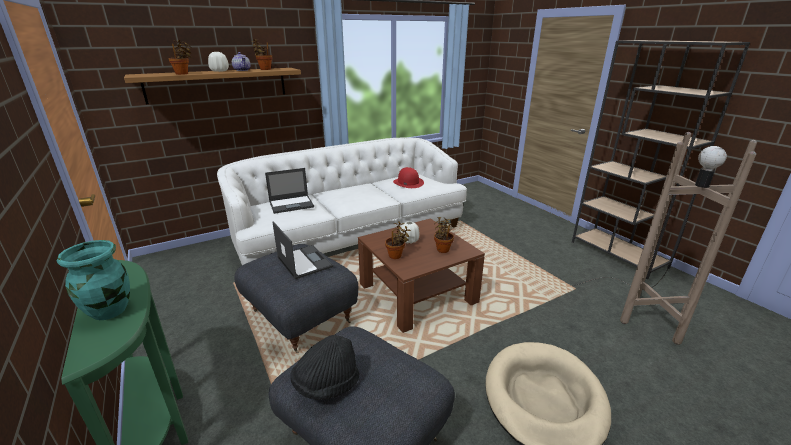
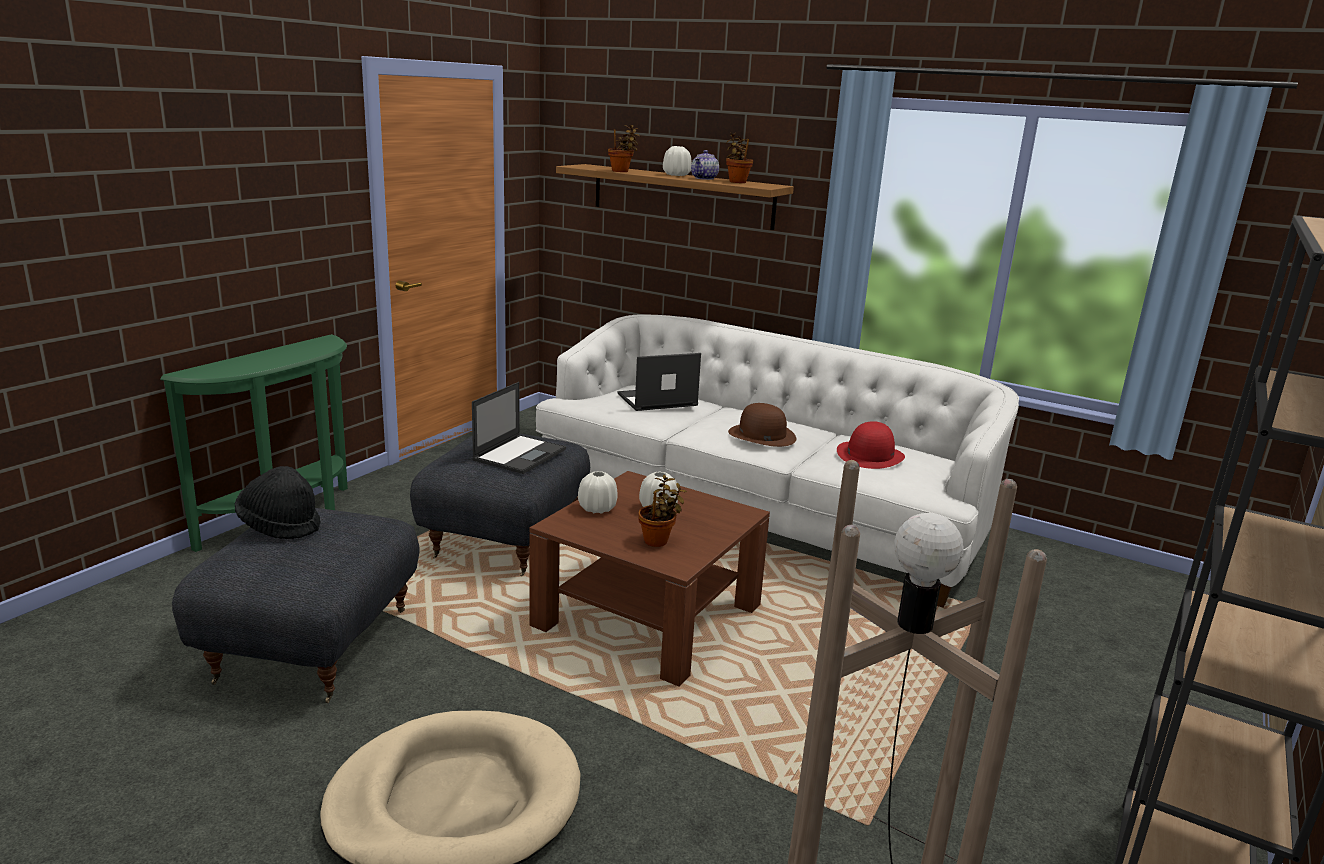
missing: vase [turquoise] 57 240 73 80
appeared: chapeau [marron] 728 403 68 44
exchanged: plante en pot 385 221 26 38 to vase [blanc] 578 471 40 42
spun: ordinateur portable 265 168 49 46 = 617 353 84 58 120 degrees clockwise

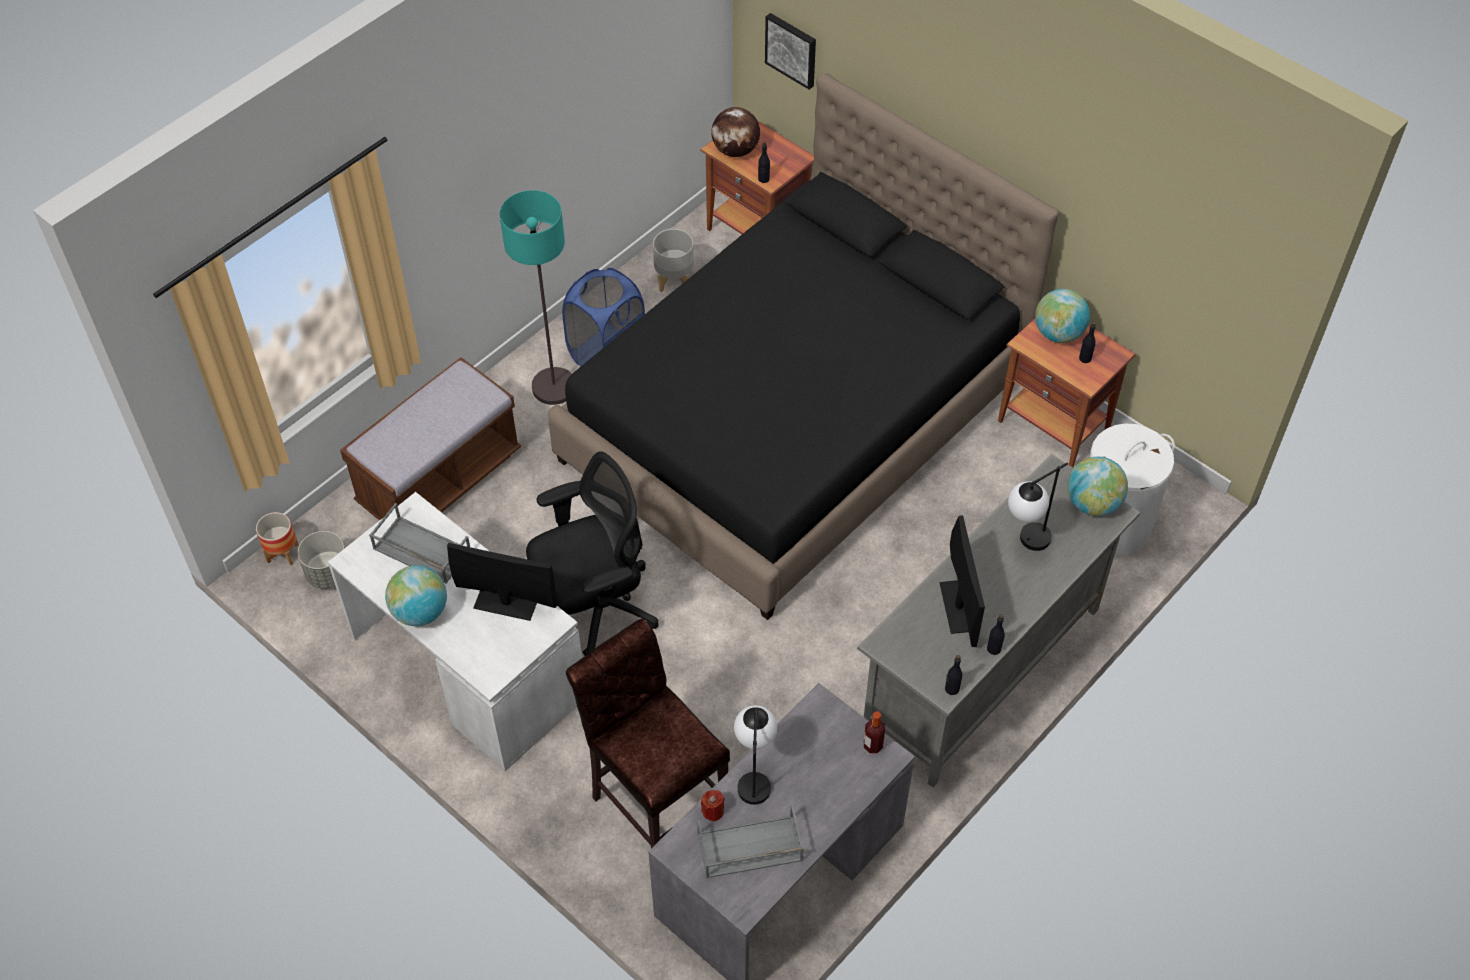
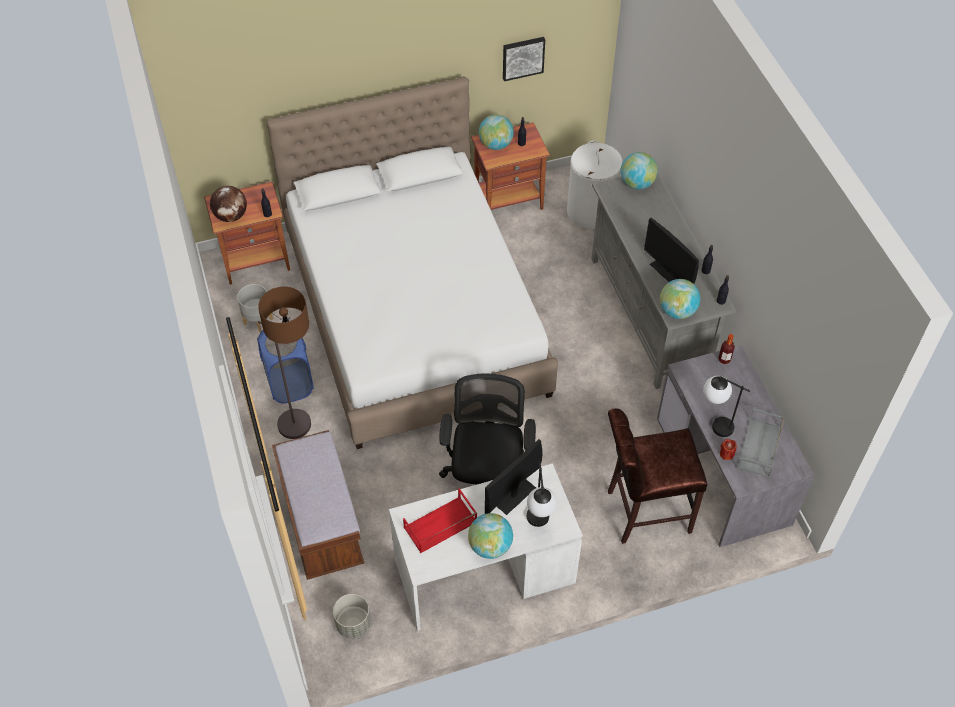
missing: cache-pot 256 512 43 53
appeared: globe 660 279 40 40
relocated: tableau 765 13 51 77 to 503 37 42 44; lampe de table 1008 462 60 89 to 527 462 30 65
colour: plateau [gris] 369 503 101 81 to plateau [rouge] 403 488 74 65; lampadaire [turquoise] 500 190 72 215 to lampadaire [marron] 258 287 53 152; lit [noir] 548 73 511 547 to lit [blanc] 267 76 291 373
spun: écran d'ordinateur 940 515 45 132 = 644 218 55 66 150 degrees counterclockwise

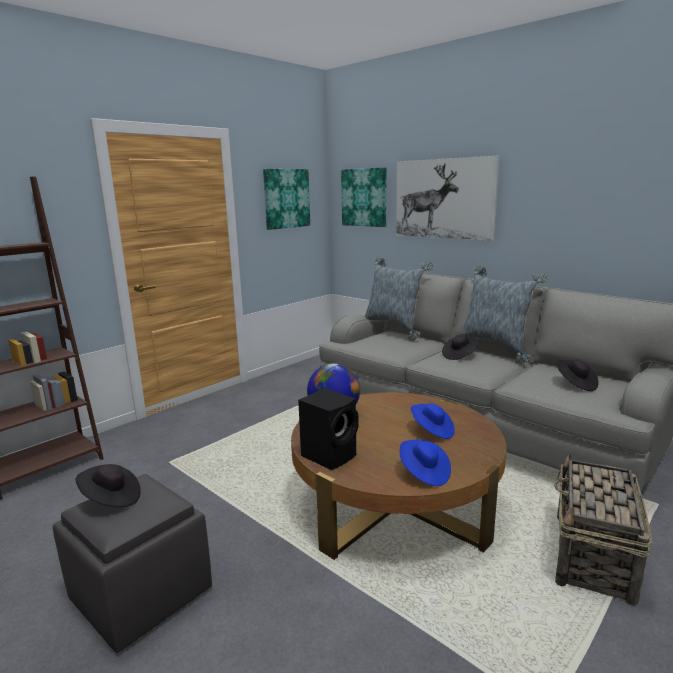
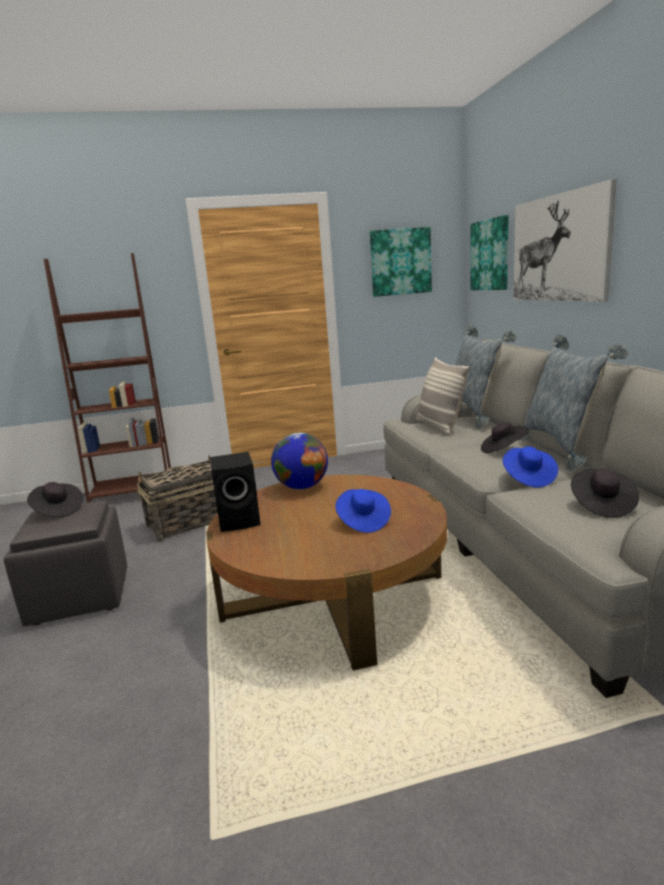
appeared: coussin 416 357 53 78
relocated: chapeau [bleu] 400 440 51 46 to 502 446 56 42; panier 554 453 98 153 to 137 455 81 86

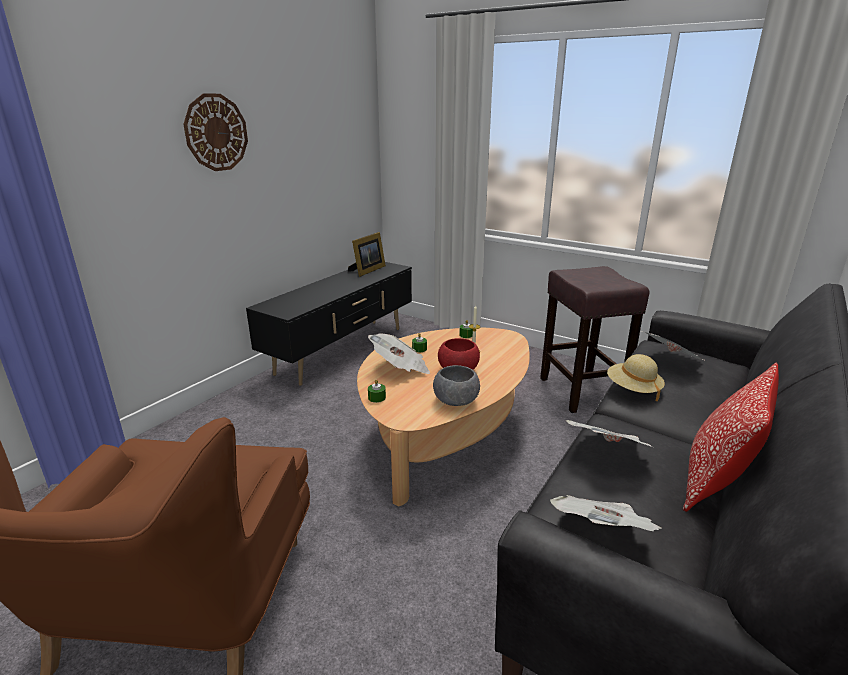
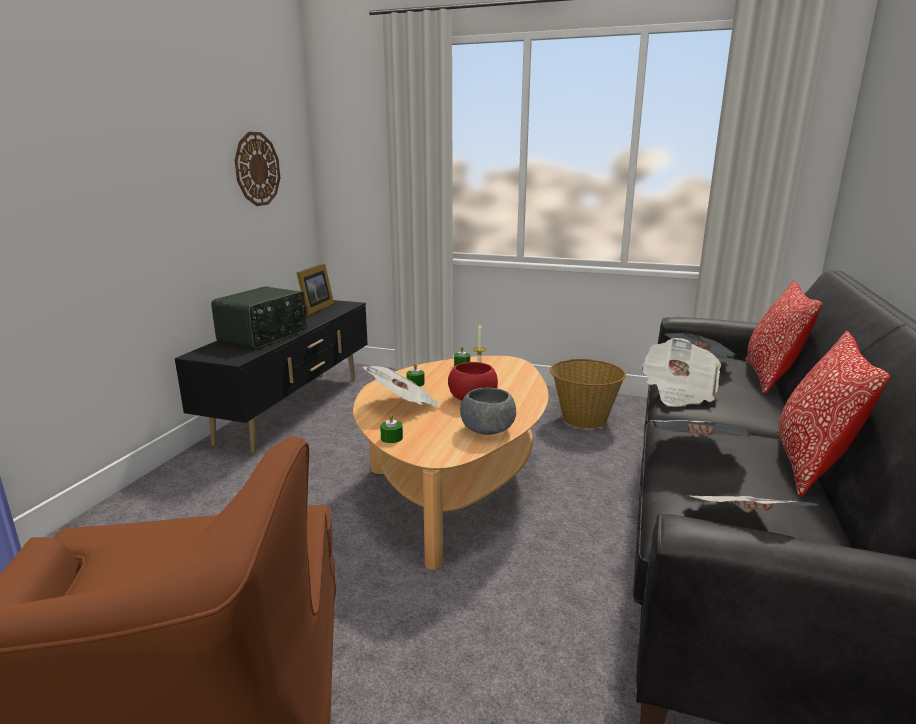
appeared: radio 211 286 96 63; coussin 745 281 78 113
relocated: horloge murale 183 94 65 77 to 235 132 45 74
exchanged: tabouret [marron] 540 266 109 147 to panier 550 359 76 70; chapeau [beige] 607 354 58 47 to journal 641 338 80 69

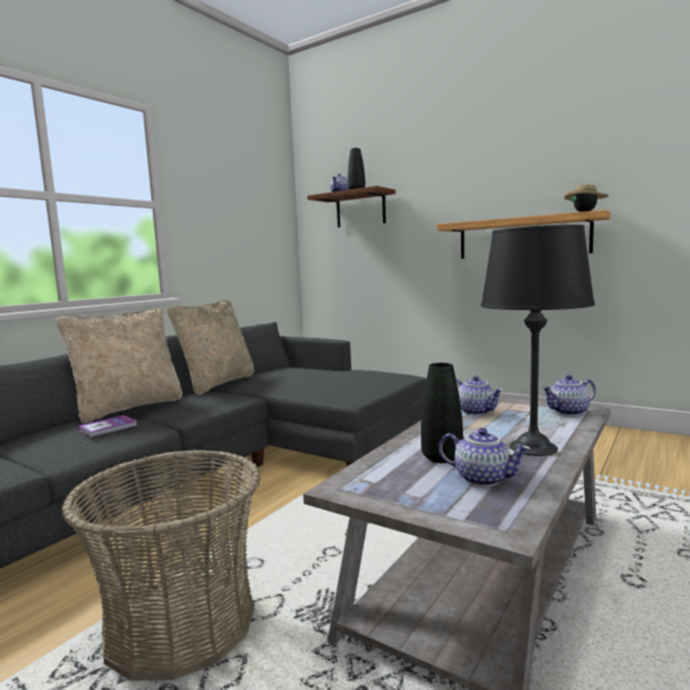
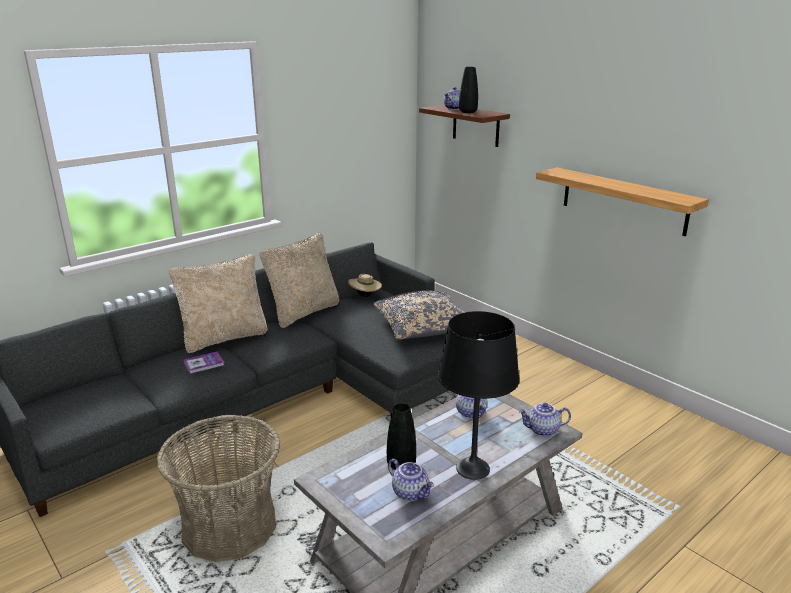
appeared: coussin [gris] 374 290 90 50
relocated: chapeau [beige] 564 183 44 29 to 348 274 34 23

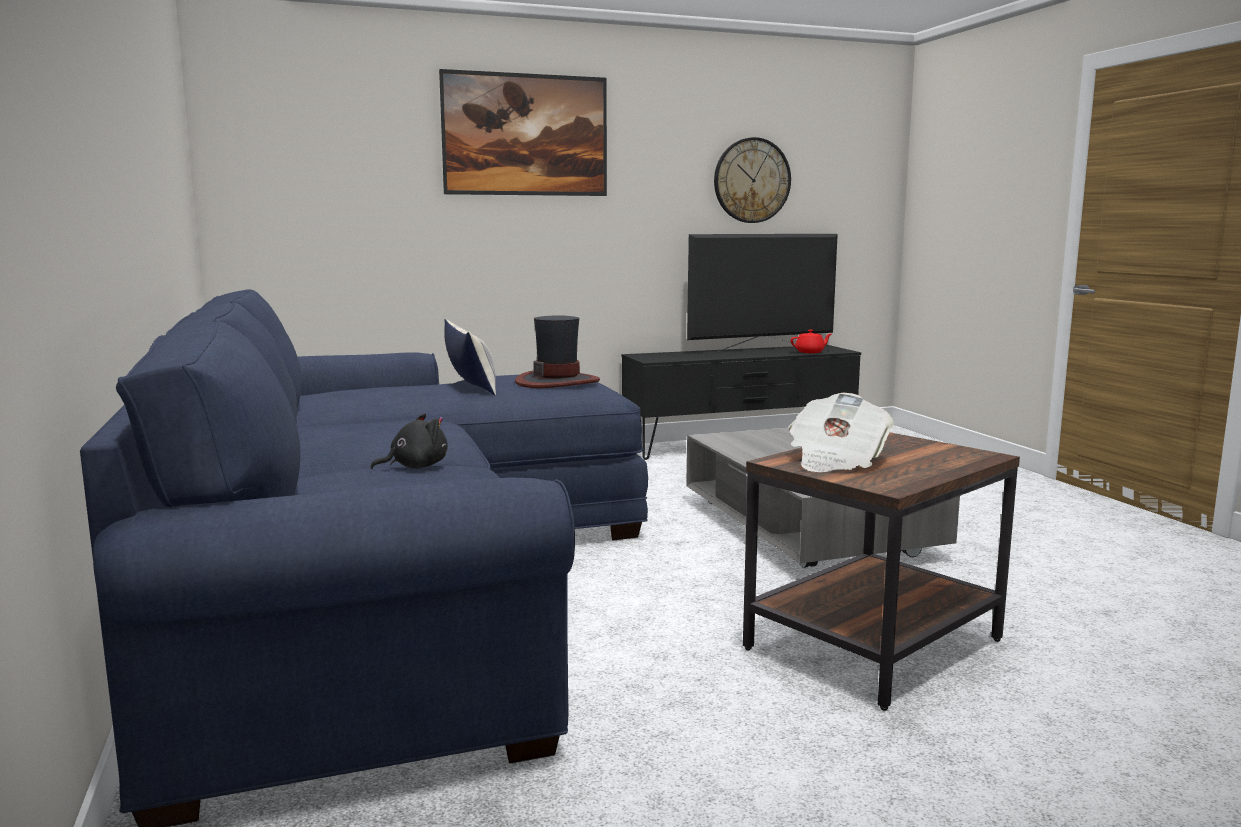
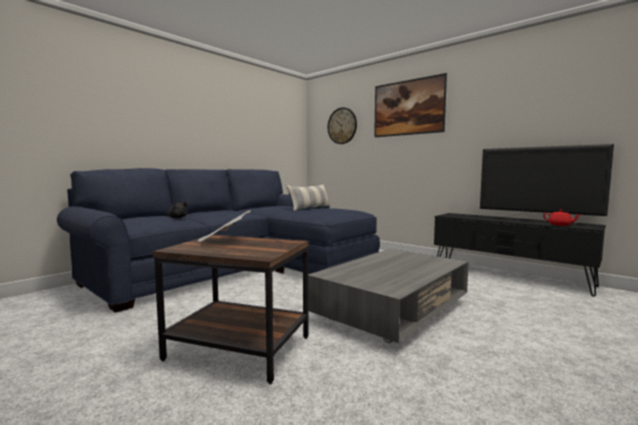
missing: chapeau 515 315 85 73
relocated: horloge murale 714 137 77 86 to 328 107 29 37

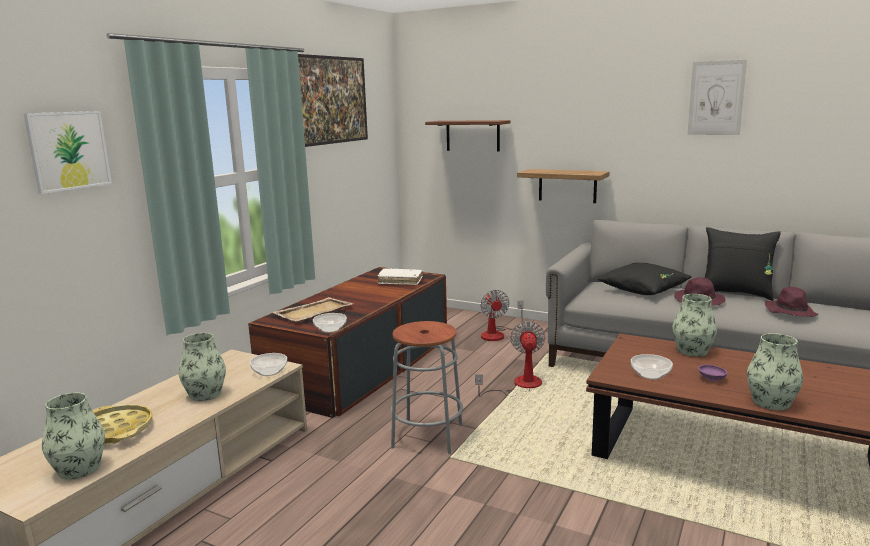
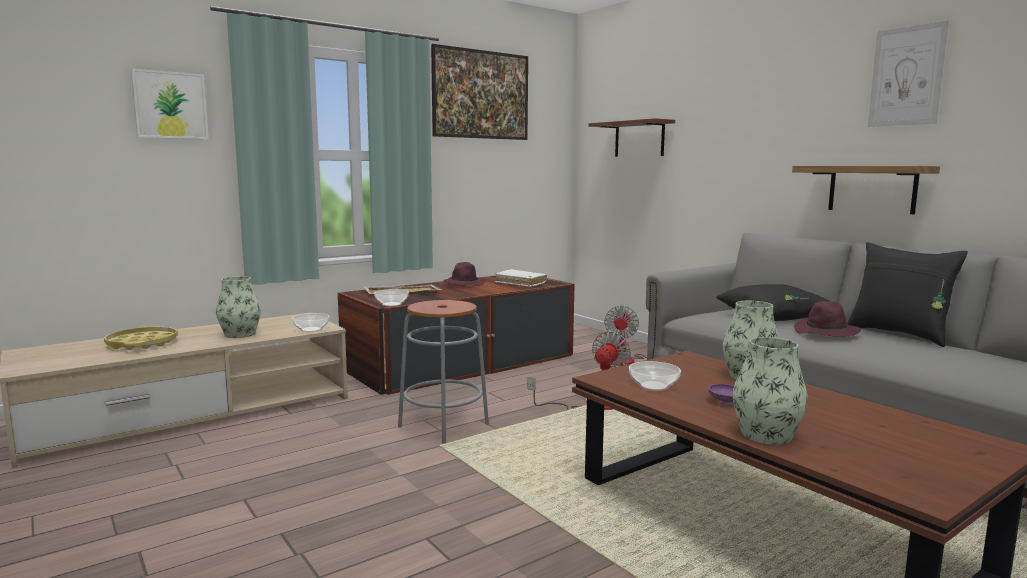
missing: vase 42 392 63 88
relocated: étagère 517 169 93 34 to 792 166 148 48; chapeau [violet] 765 287 53 30 to 443 262 43 24

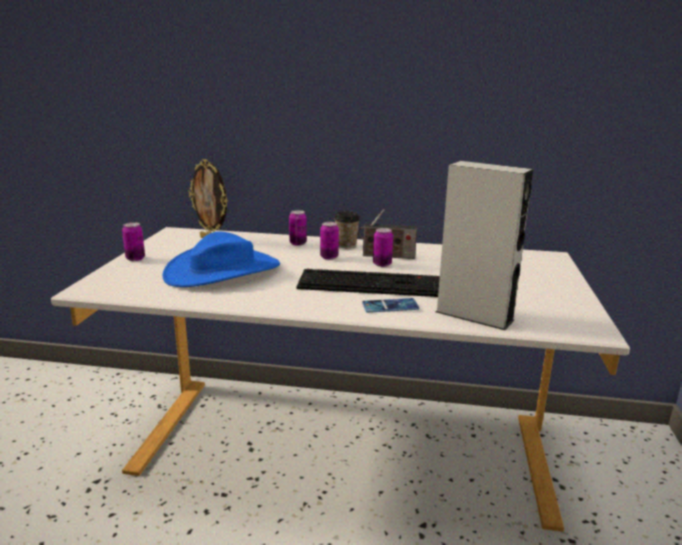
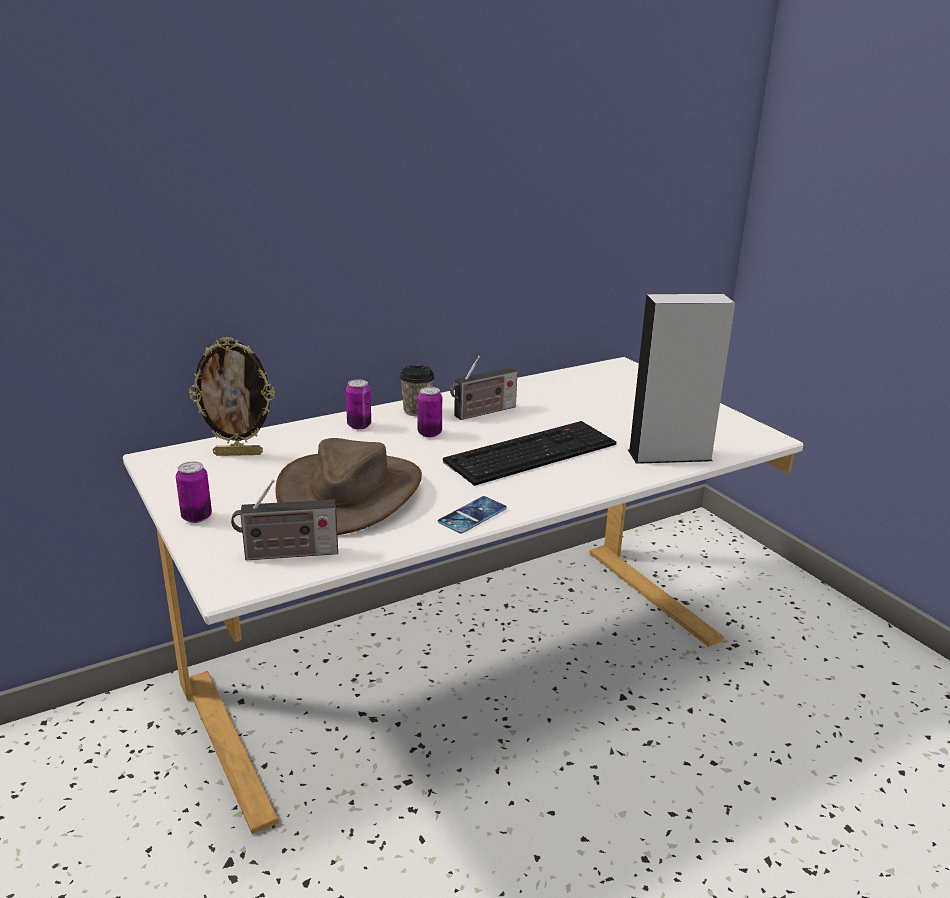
missing: boîte métallique 373 228 20 39
appeared: radio 231 479 107 81
relocated: téléphone 362 298 58 15 to 438 496 69 38
colour: chapeau [bleu] 162 232 118 55 to chapeau [marron] 275 438 147 97

